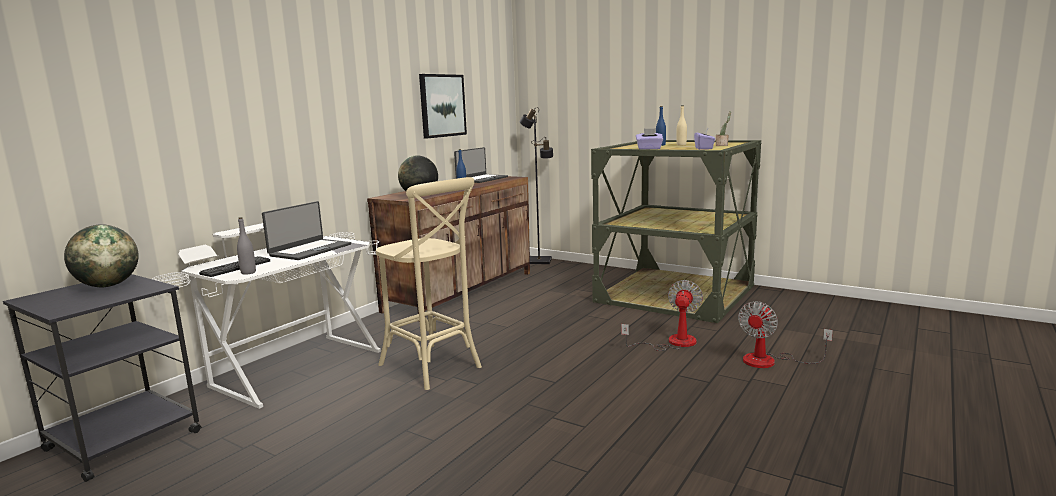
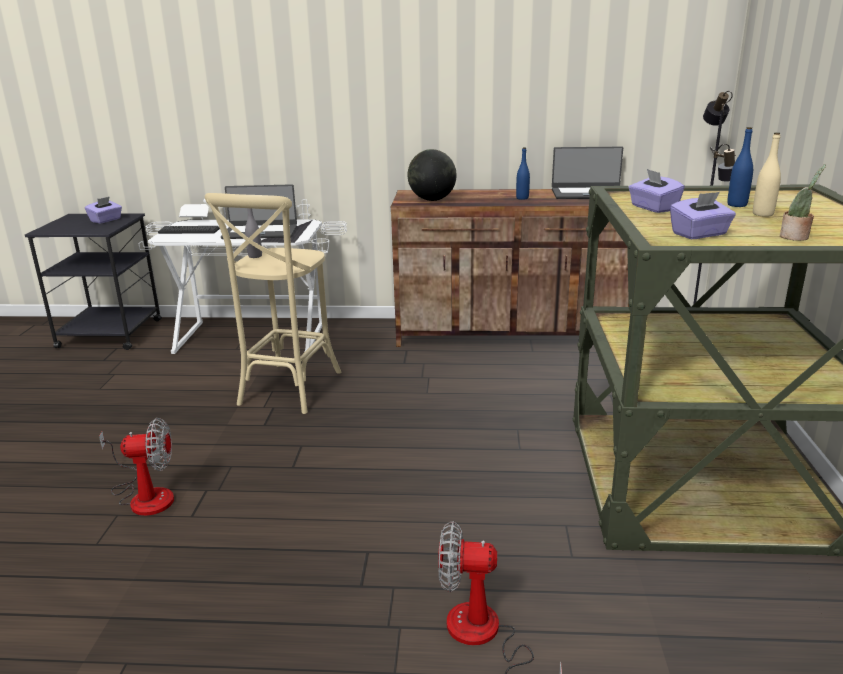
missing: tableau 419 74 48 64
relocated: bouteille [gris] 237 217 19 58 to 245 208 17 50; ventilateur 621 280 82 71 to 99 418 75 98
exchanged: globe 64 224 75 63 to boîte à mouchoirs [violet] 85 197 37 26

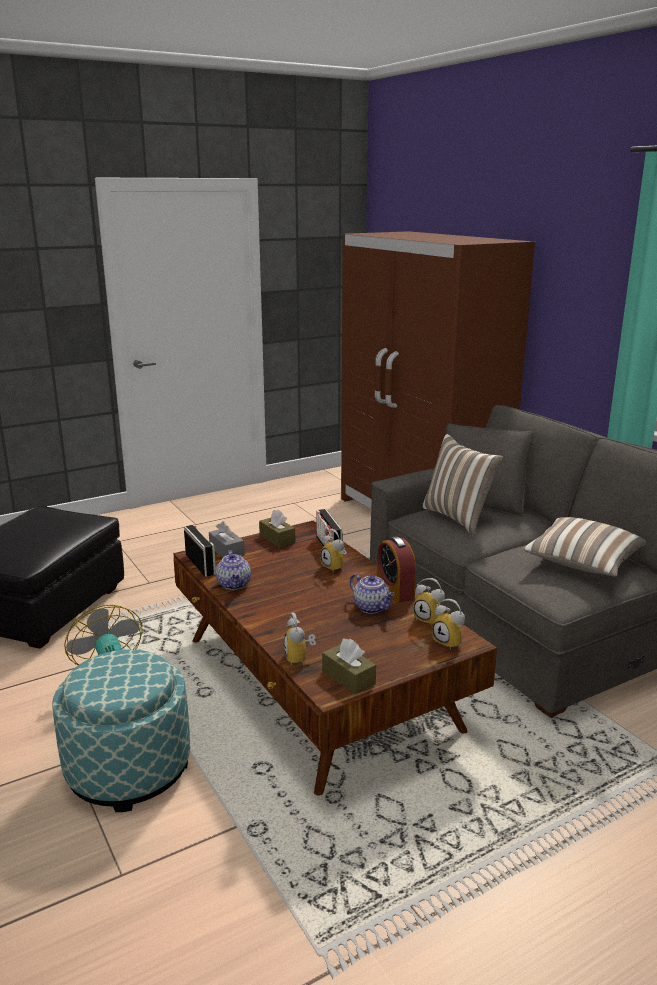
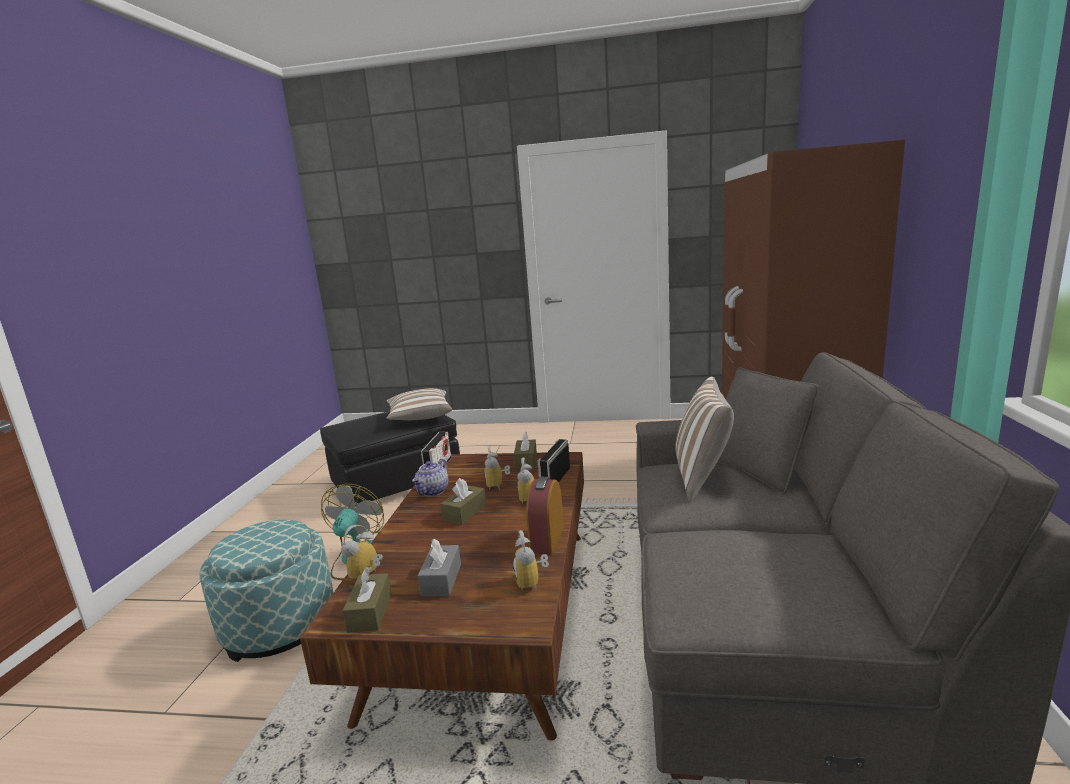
missing: théière 350 574 45 40
appeared: boîte à mouchoirs [marron] 440 478 46 47
relocated: boîte à mouchoirs [gris] 209 521 36 36 to 418 539 43 58; réveil 432 599 33 51 to 484 446 26 44; coussin 522 517 124 60 to 387 388 66 32

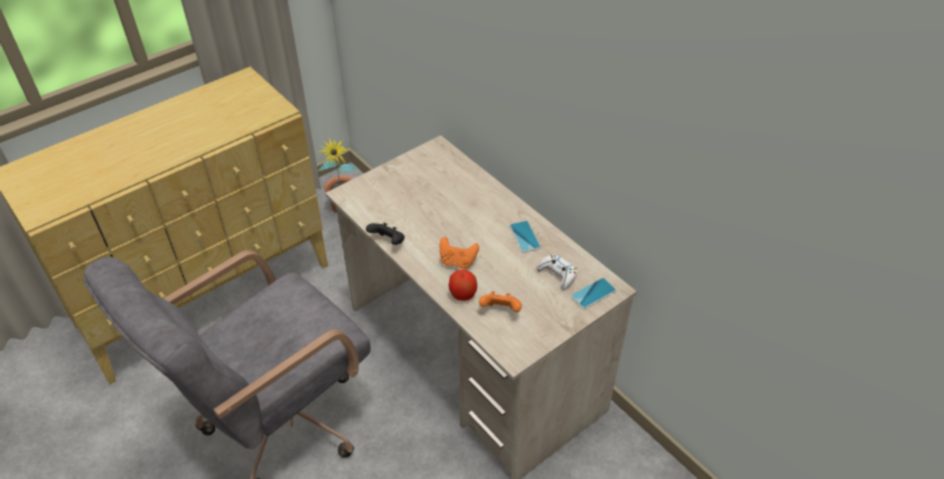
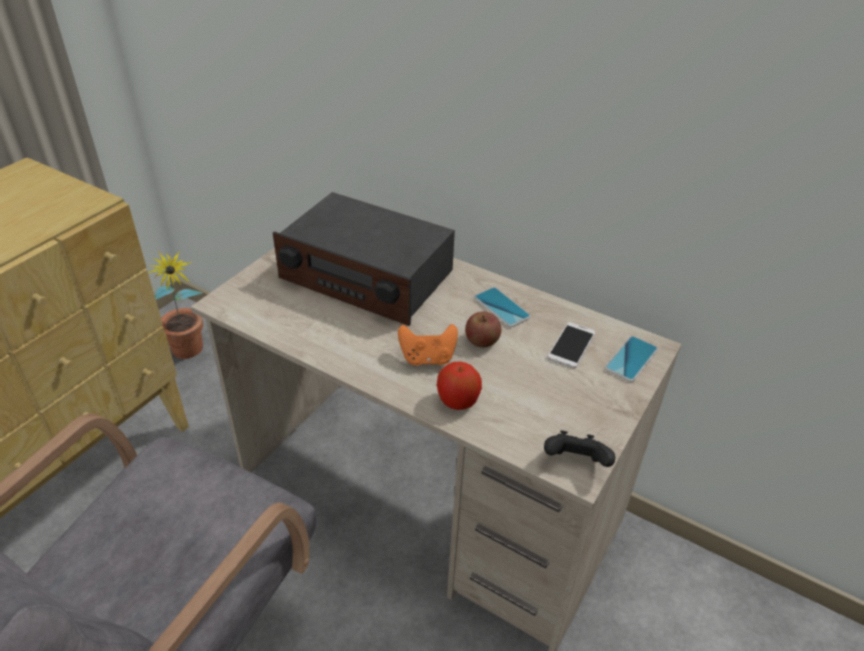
missing: manette [orange] 479 291 43 21
appeared: radio 273 192 182 134; pomme 465 312 36 36
relocated: manette [noir] 366 222 39 23 to 544 430 71 37
exchanged: manette [blanc] 537 254 41 36 to téléphone 547 322 48 46

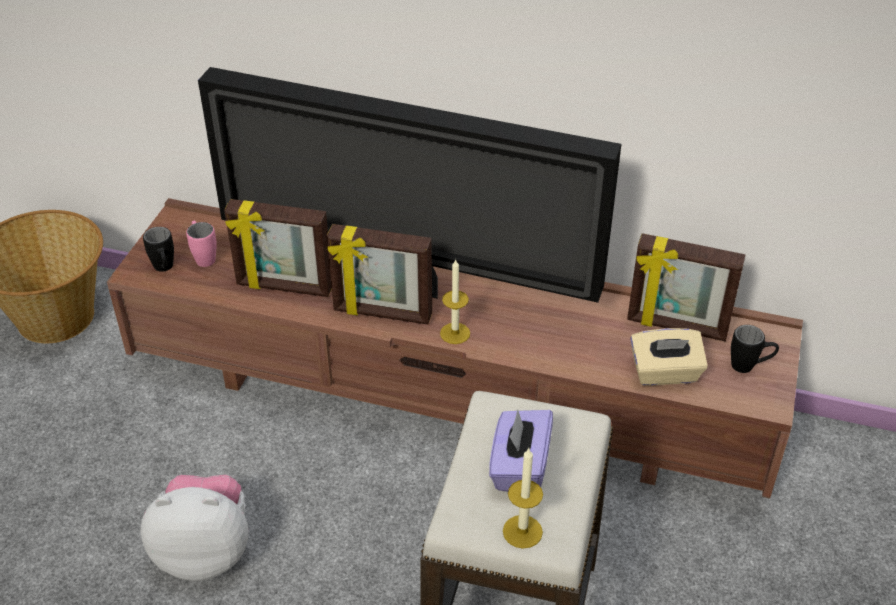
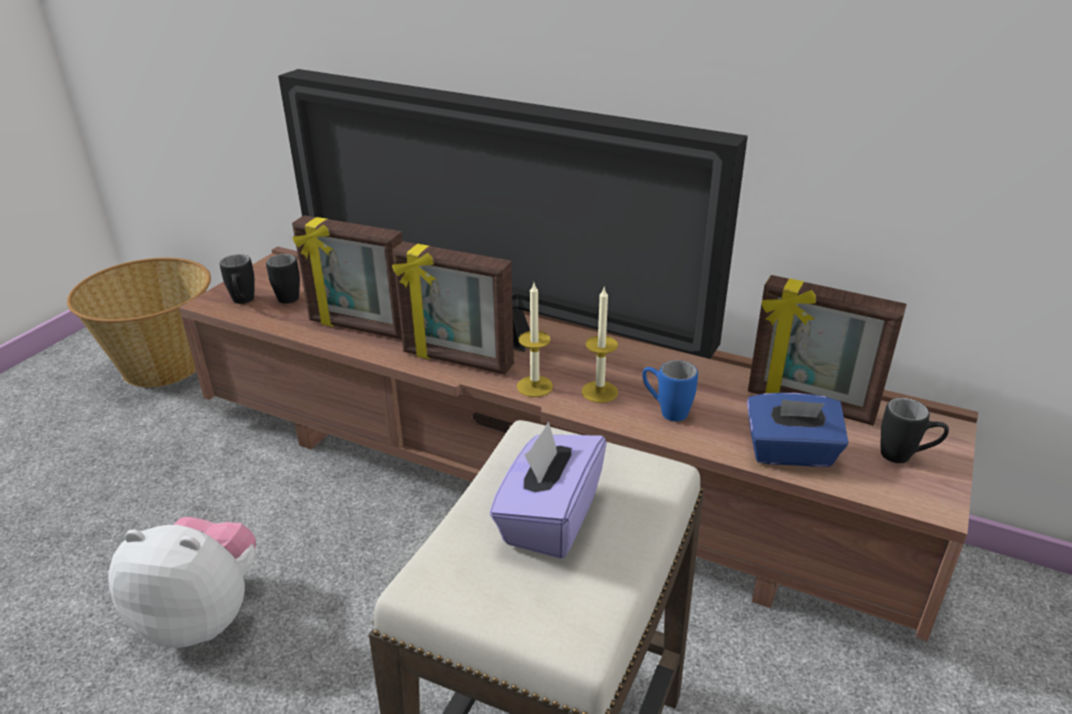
appeared: mug [bleu] 642 360 56 62
relocated: bougie 503 448 40 101 to 582 286 36 117
colour: mug [rose] 186 221 31 46 to mug [noir] 266 254 34 49; boîte à mouchoirs [beige] 630 328 78 58 to boîte à mouchoirs [bleu] 747 393 101 74

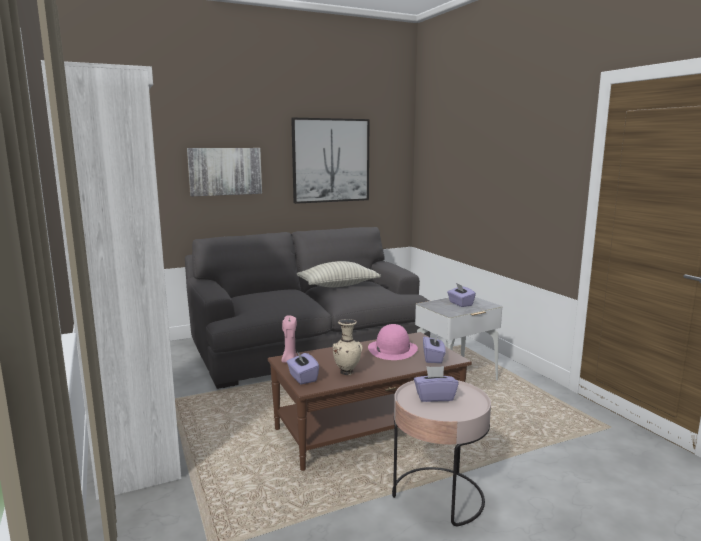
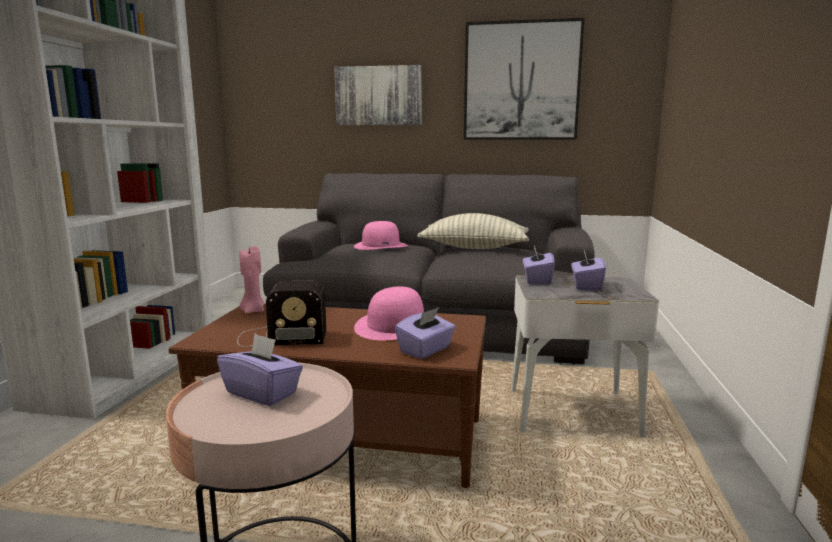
appeared: chapeau [rose] 354 221 54 29
relocated: boîte à mouchoirs [violet] 287 352 32 32 to 523 245 32 40
exchanged: vase [beige] 333 319 30 56 to radio 237 281 89 66

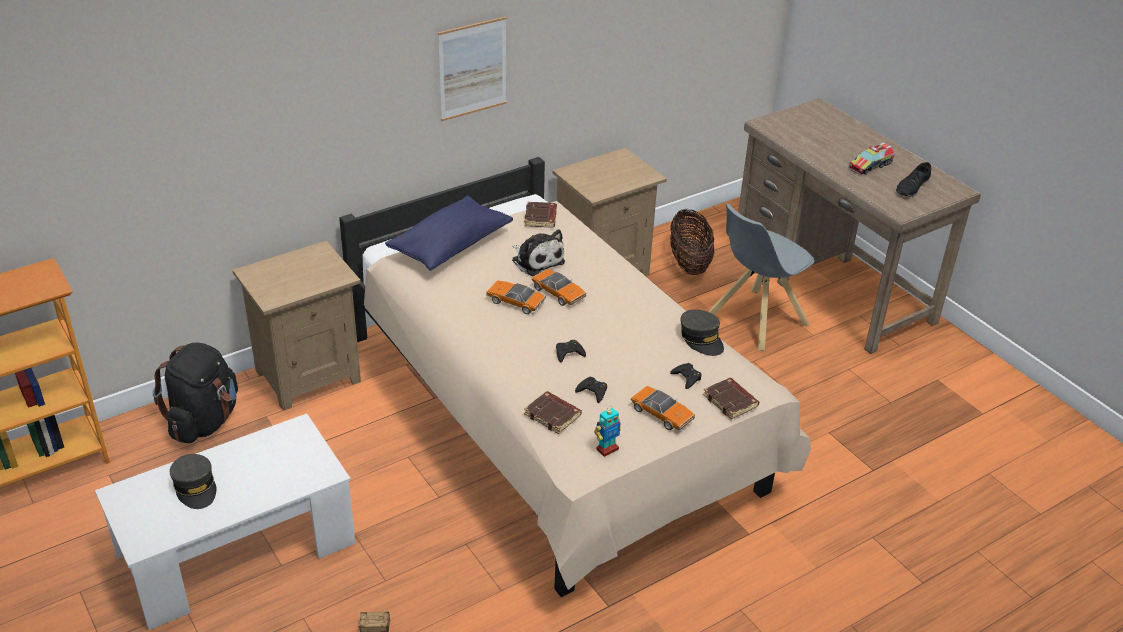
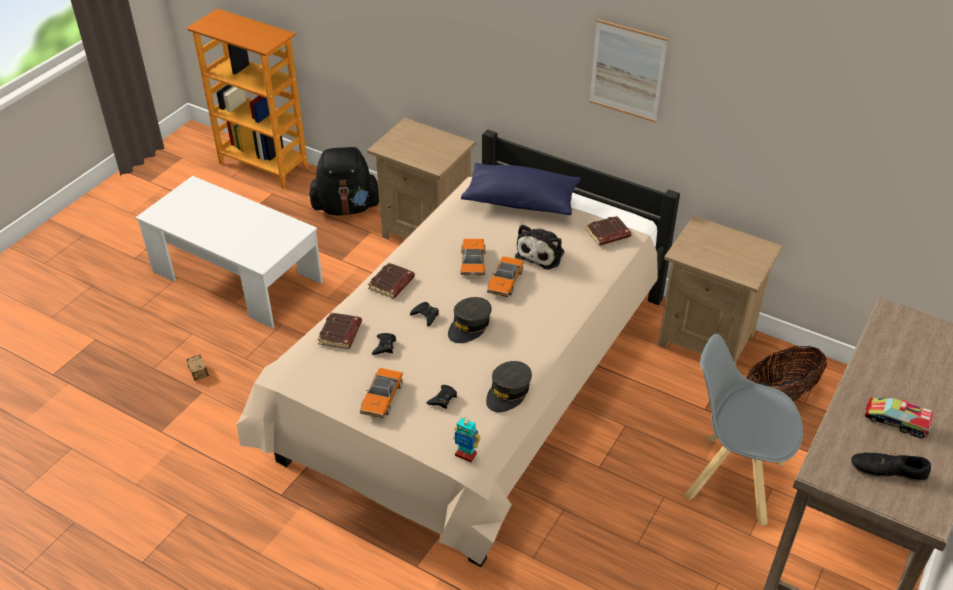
relocated: casquette [gris] 170 454 46 55 to 448 297 44 46; robot jouet 594 406 27 51 to 453 418 28 44; livre [marron] 703 378 56 41 to 368 262 47 37

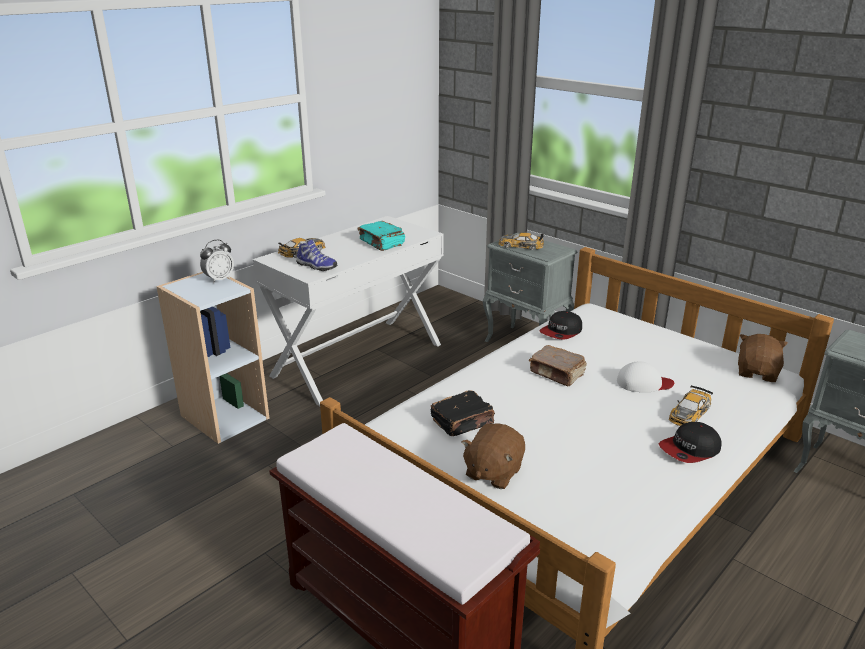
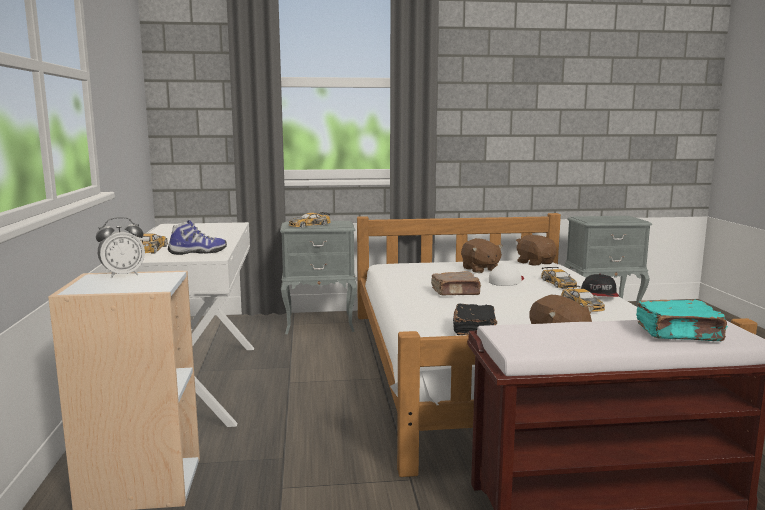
missing: casquette 539 311 43 29
appeared: peluche [marron] 461 238 42 35; petite voiture 561 285 44 27
relocated: livre [turquoise] 358 221 47 30 to 636 300 92 41
spun: réveil 200 240 34 43 = 96 217 49 61 60 degrees clockwise

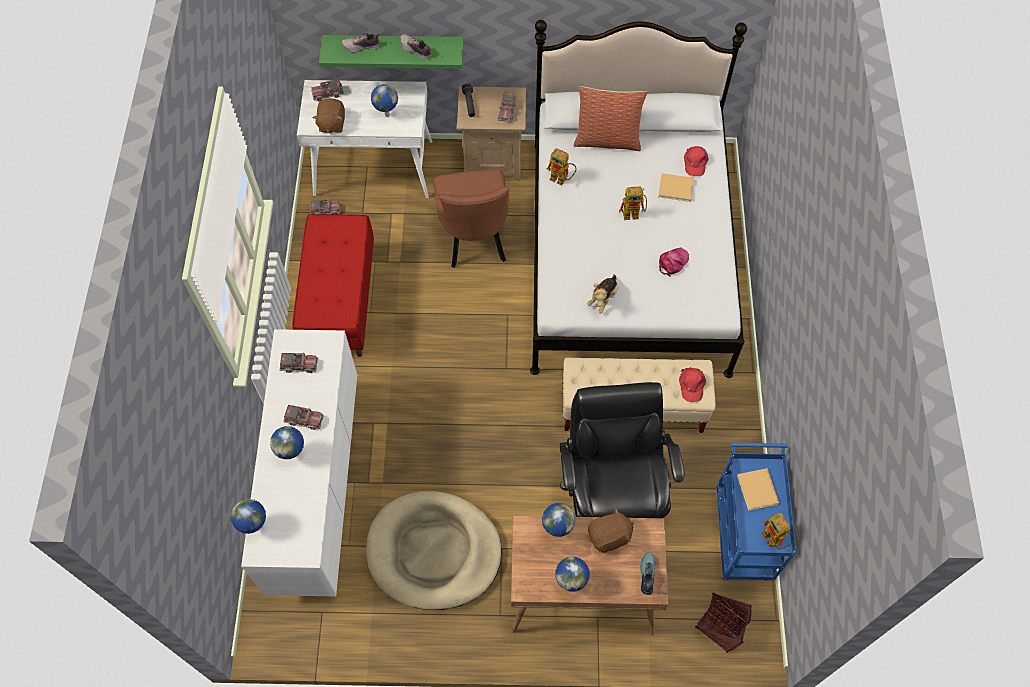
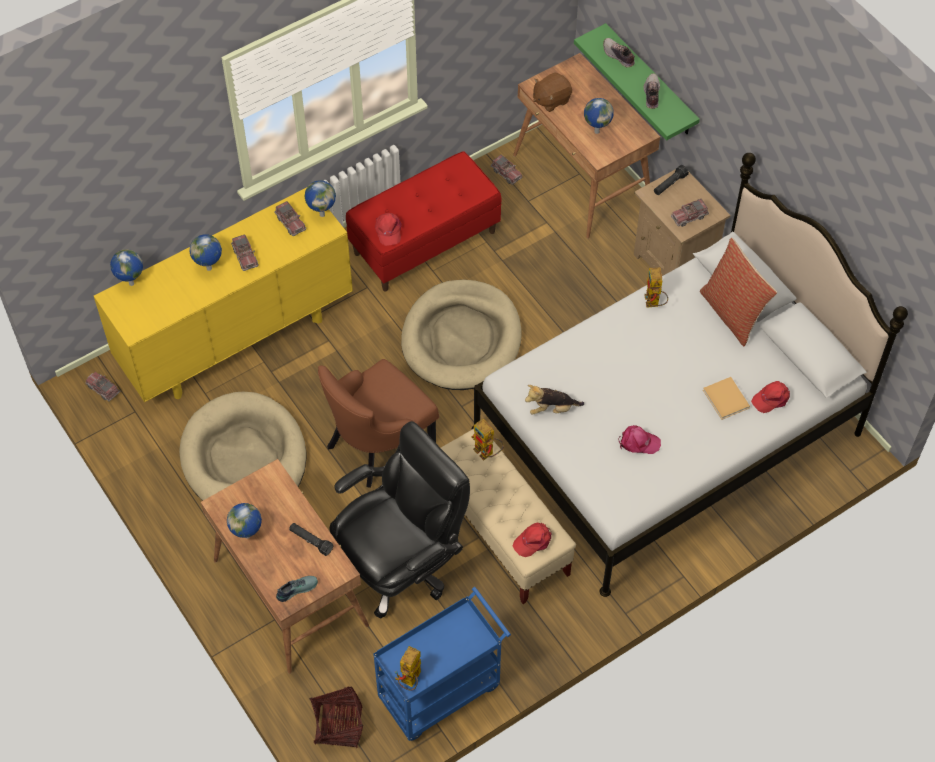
missing: livre [beige] 737 468 42 43
appeared: casquette [rouge] 375 213 27 33; panier pour chien [beige] 401 279 121 111
relocated: camion jouet 311 79 33 23 to 86 372 34 30; chaise [marron] 433 169 76 99 to 318 359 121 129; globe 542 503 33 34 to 305 180 31 37; robot jouet 619 186 28 34 to 471 419 33 41
exchanged: peluche [marron] 588 508 46 45 to lampe de poche [noir] 289 523 45 33
colour: commode [blanc] 241 329 116 268 to commode [jaune] 94 187 259 215; bureau [blanc] 297 80 135 118 to bureau [marron] 513 53 147 186

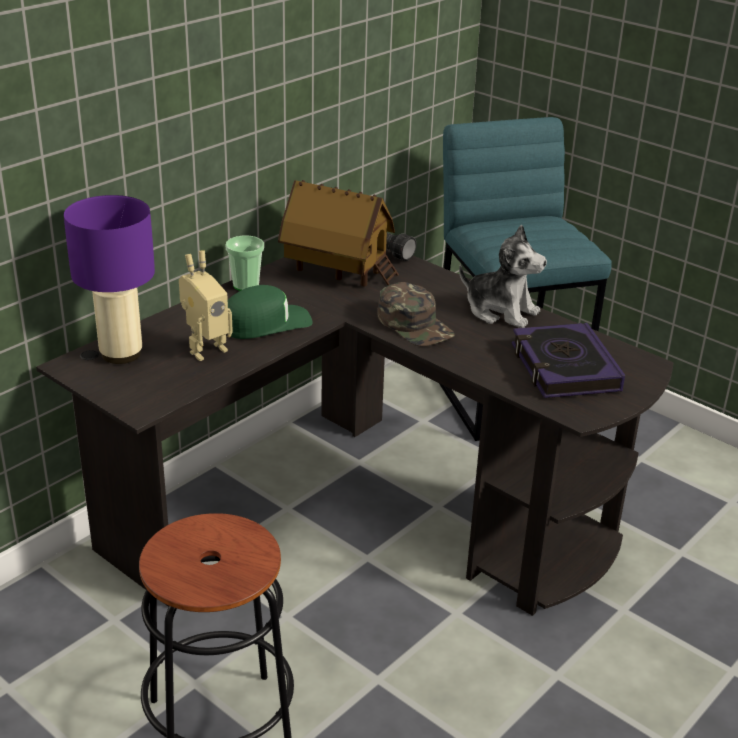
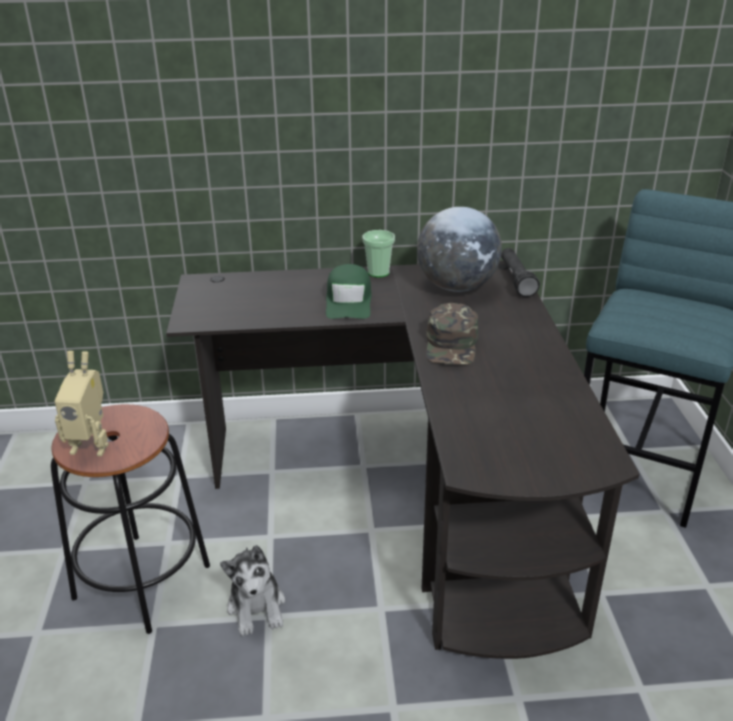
missing: lampe de table [violet] 64 195 91 169; livre 512 323 113 75
relocated: robot jouet 179 250 54 111 to 54 351 55 105; peluche 459 225 88 103 to 220 545 65 91
exchanged: maison miniature 278 180 121 106 to globe 417 207 85 85
spun: casquette [vert] 226 285 87 54 = 326 264 46 55 75 degrees clockwise

